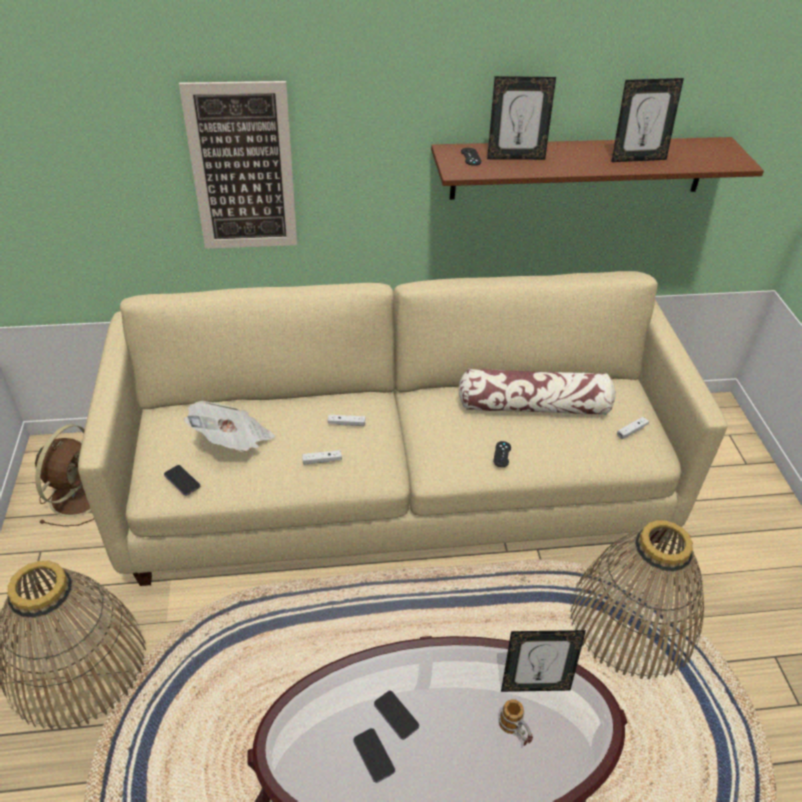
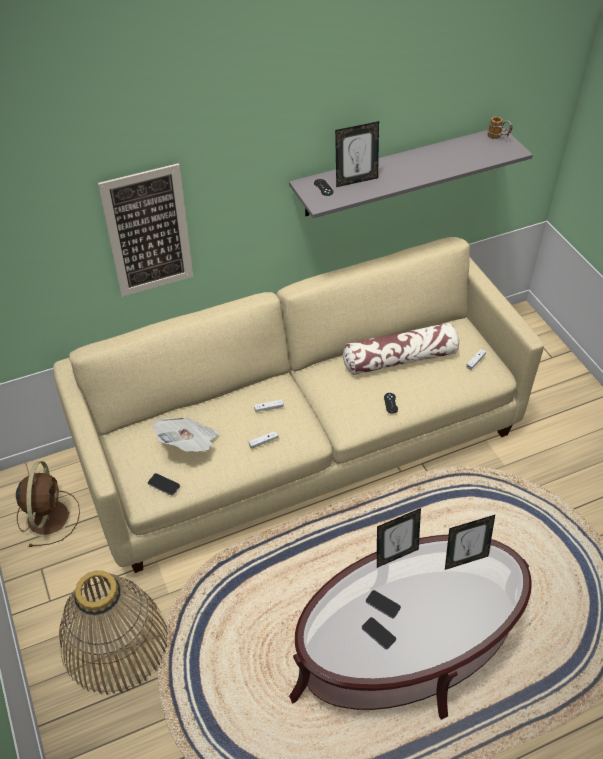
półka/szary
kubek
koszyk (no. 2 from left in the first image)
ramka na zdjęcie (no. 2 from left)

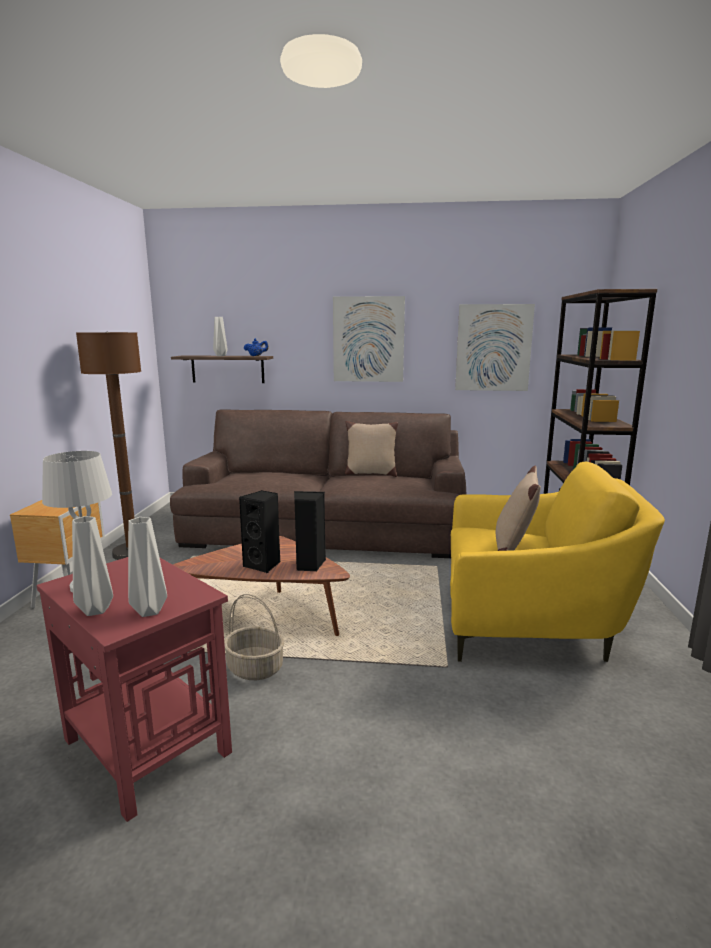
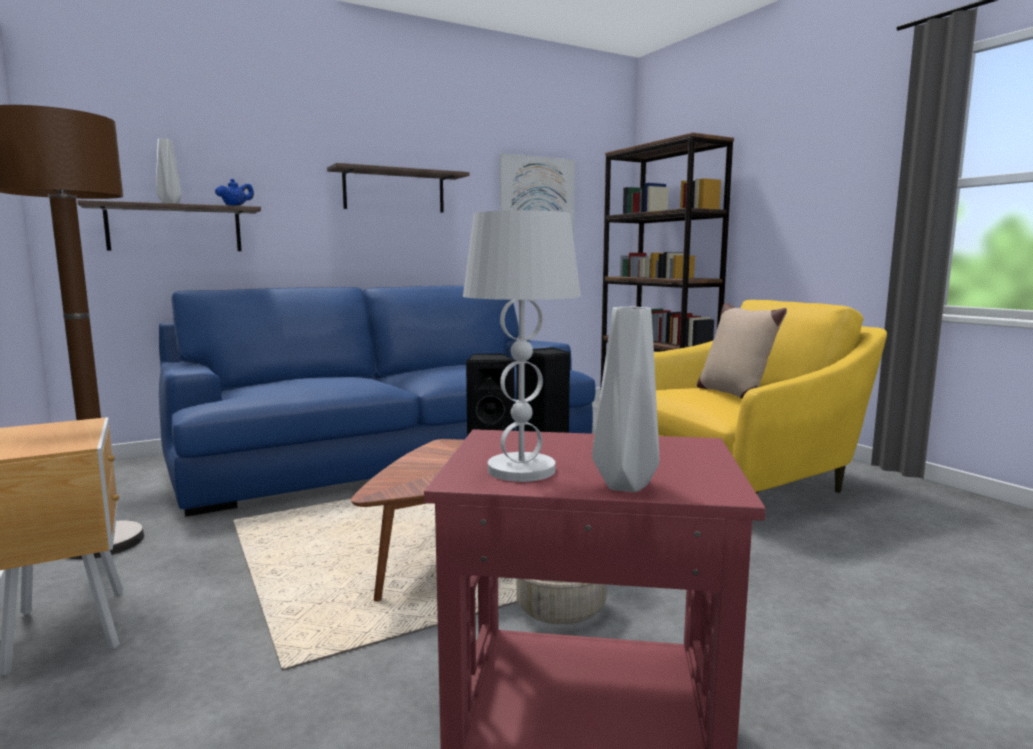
wazon/szary (no. 2 from left in the first image)
kanapa/niebieski
półka (no. 2 from left)
poduszka/beżowy (no. 1 from left in the first image)

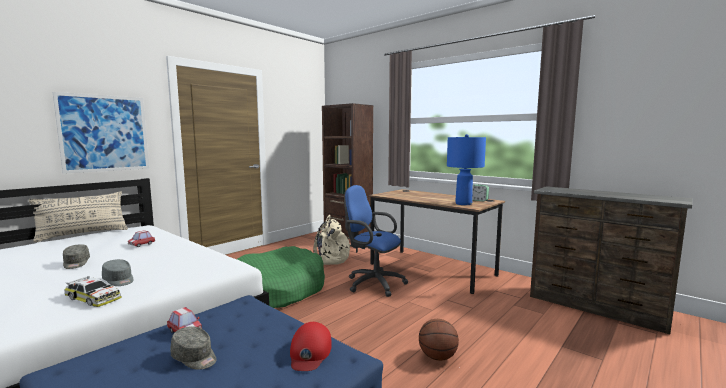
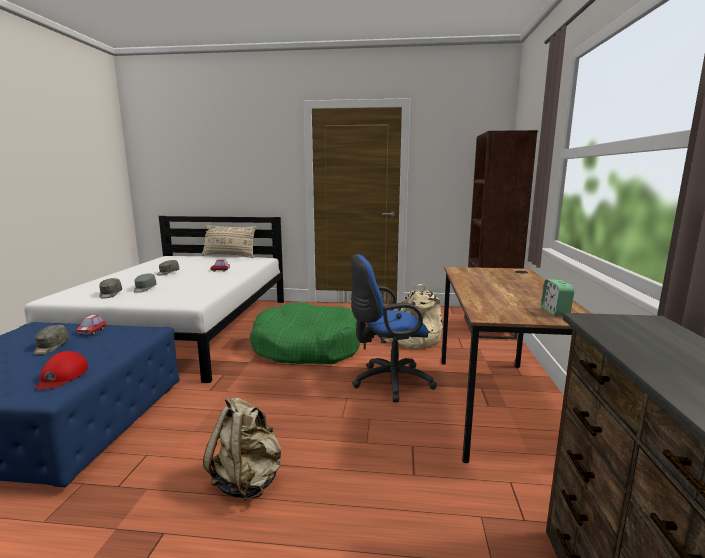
obraz
czapka z daszkiem/szary (no. 2 from left)
czapka z daszkiem/czerwony
krzesło biurowe/niebieski
plecak/beżowy (no. 1 from left)
lampa stołowa/niebieski

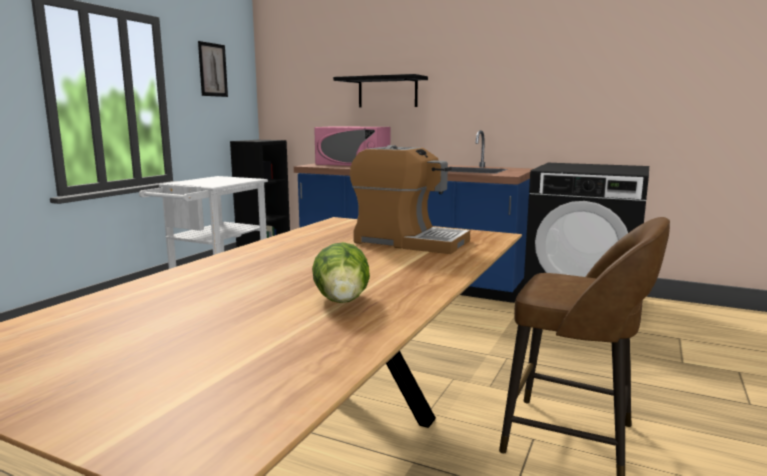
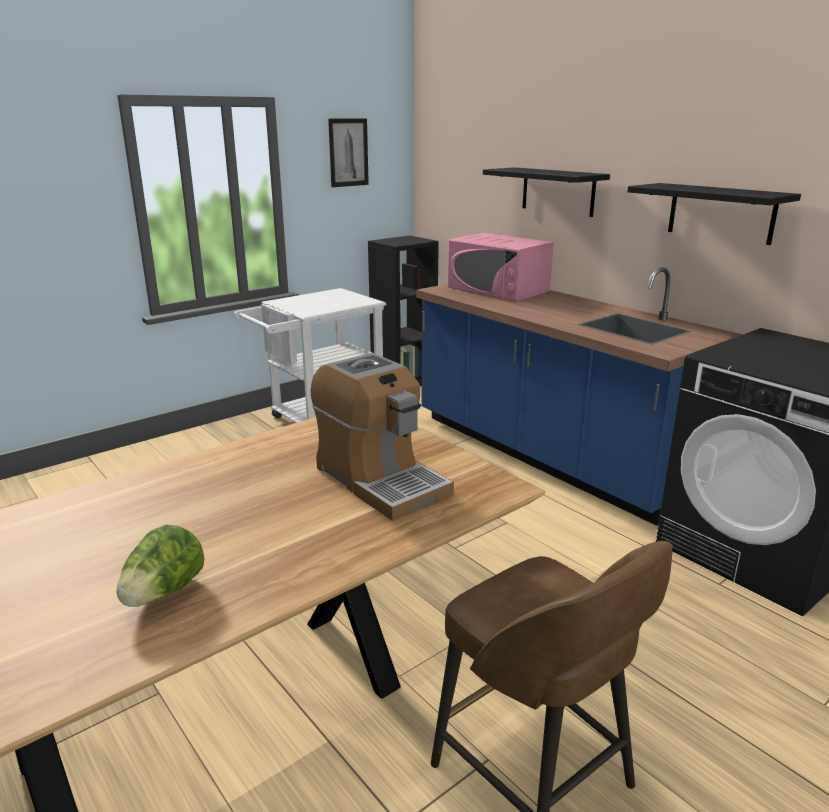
półka/czarny (no. 2 from left)

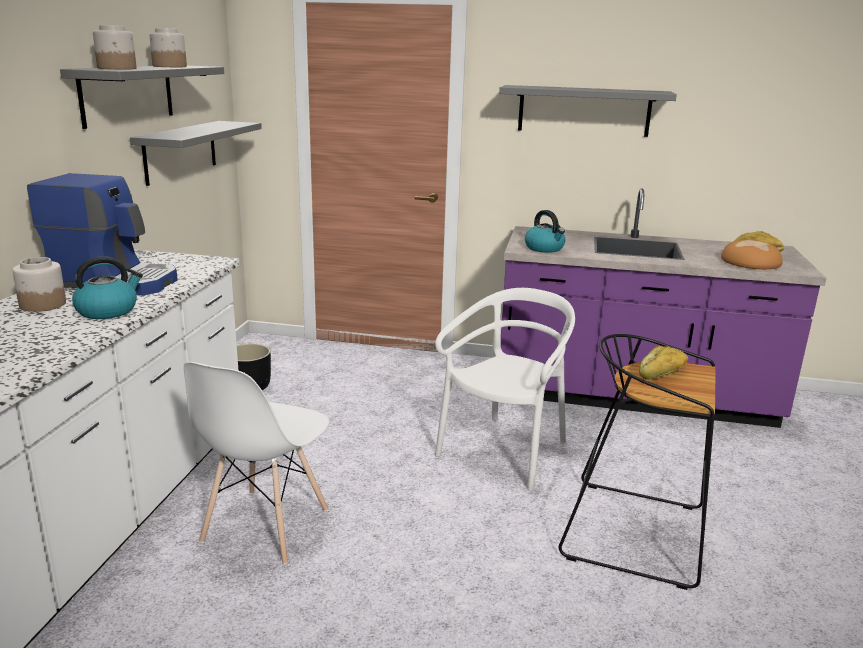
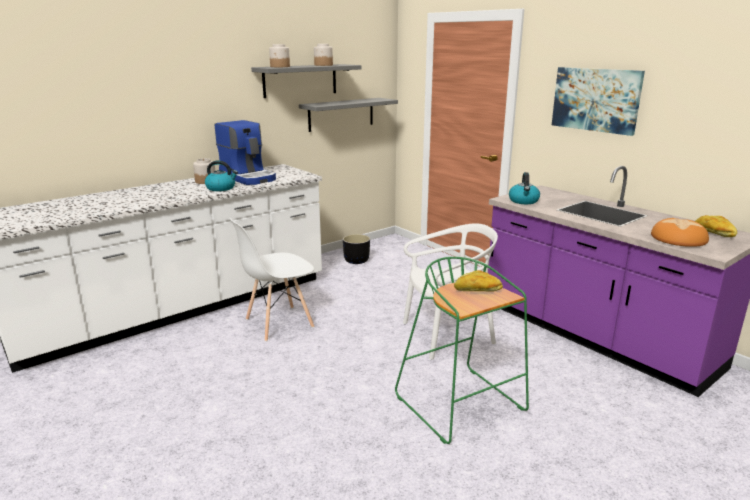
obraz
stołek/zielony

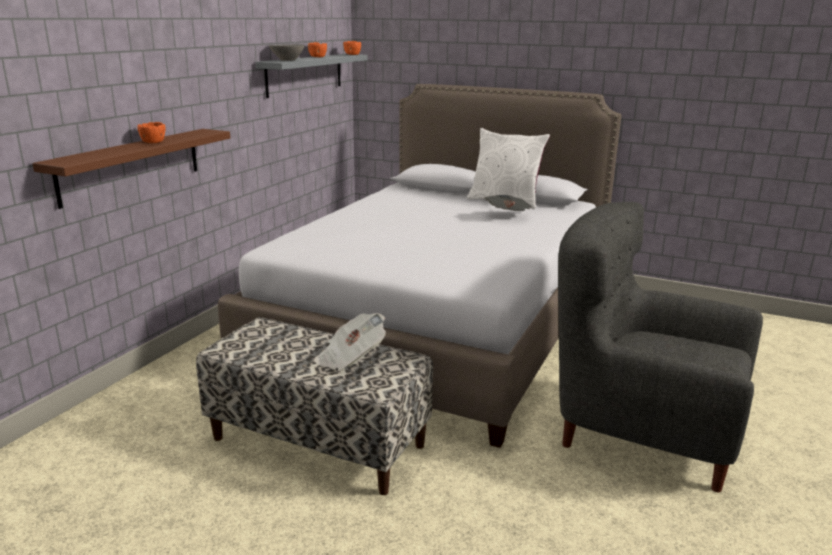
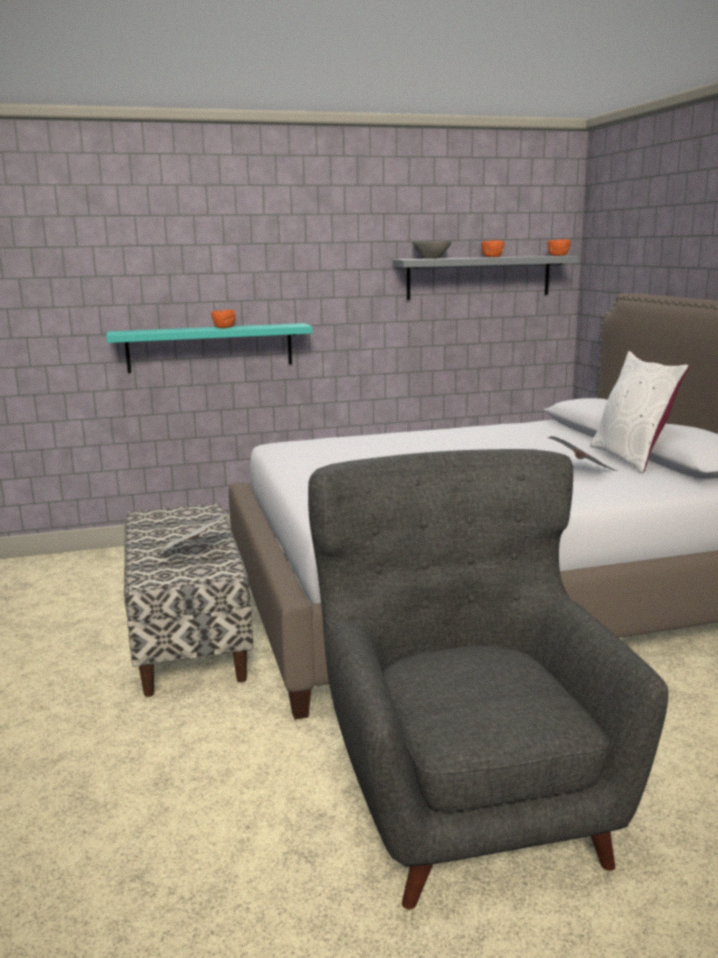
półka/turkusowy

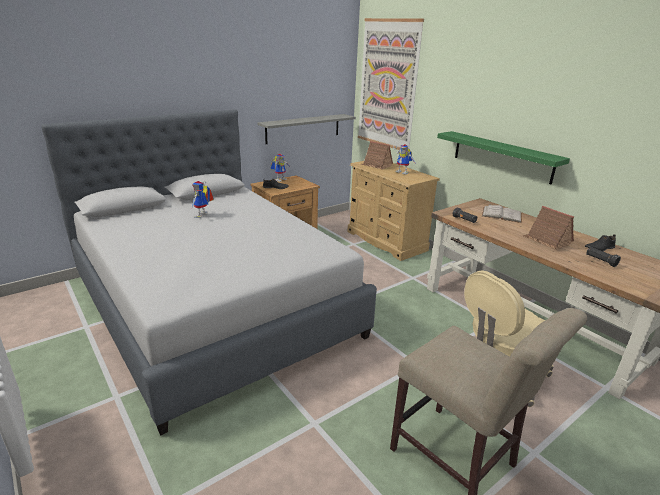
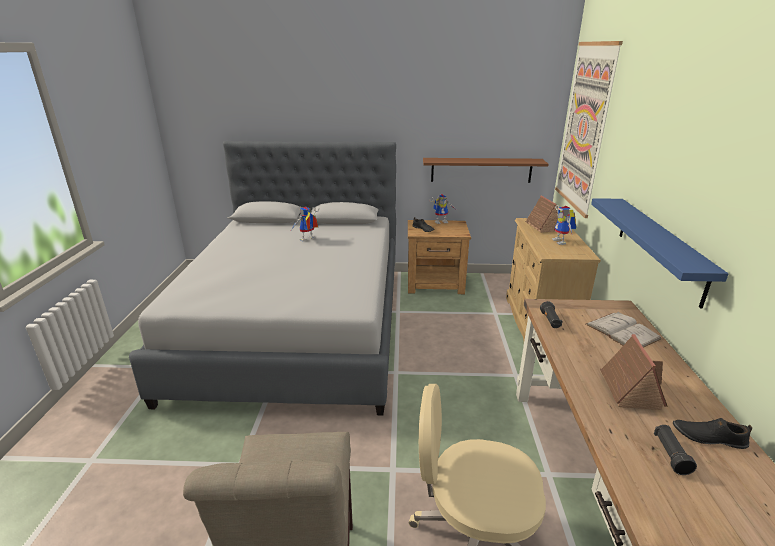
półka/brązowy
półka/niebieski

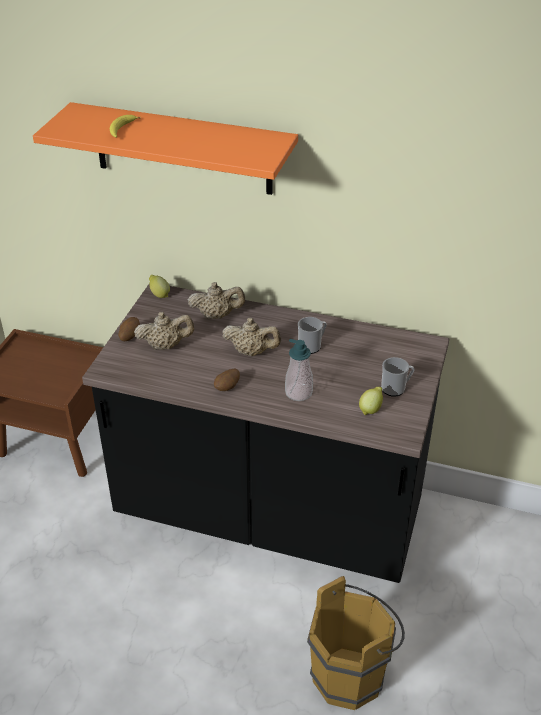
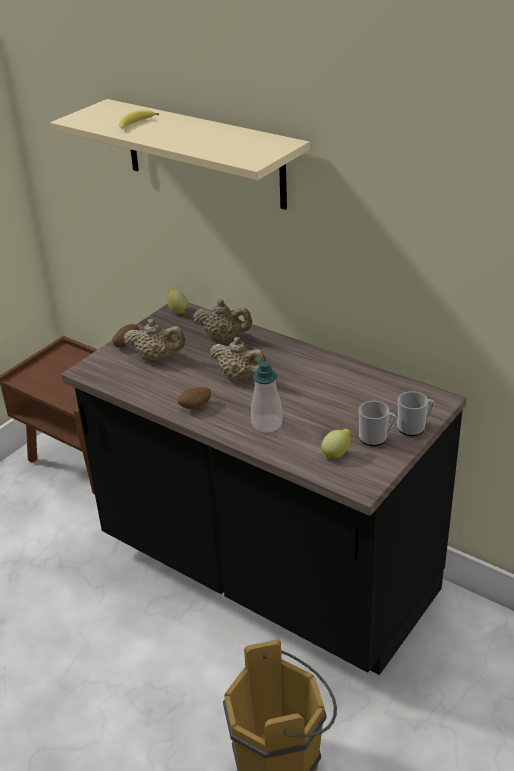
półka/beżowy
kubek (no. 2 from left)

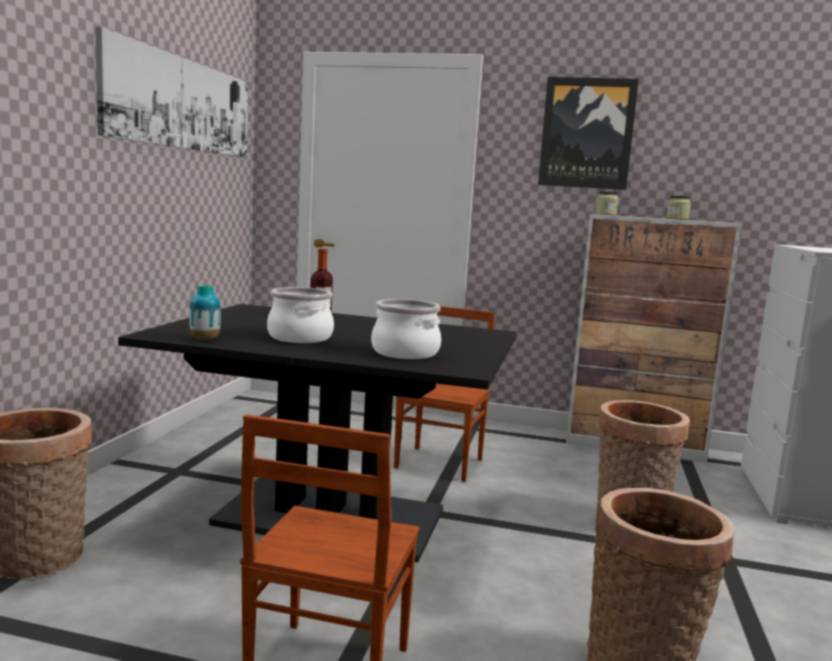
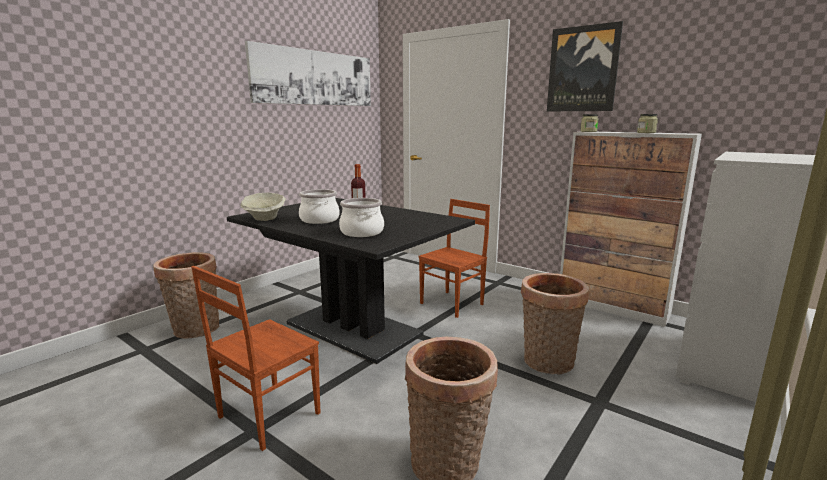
miska/beżowy

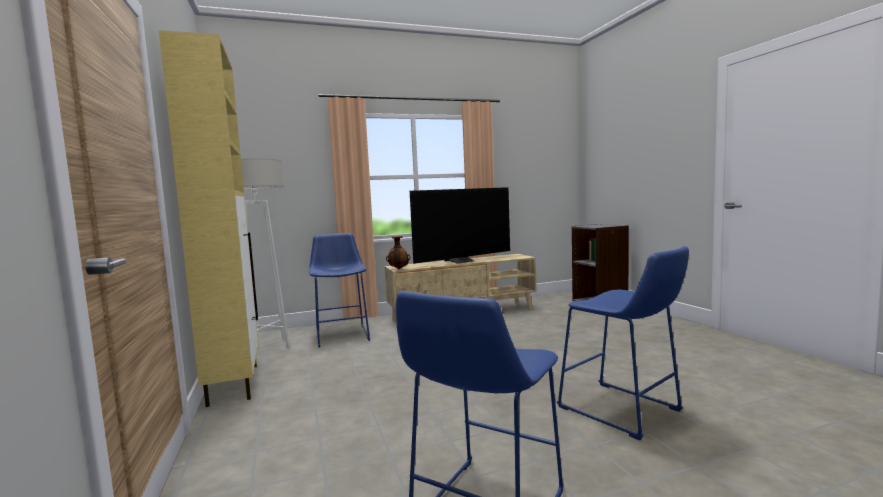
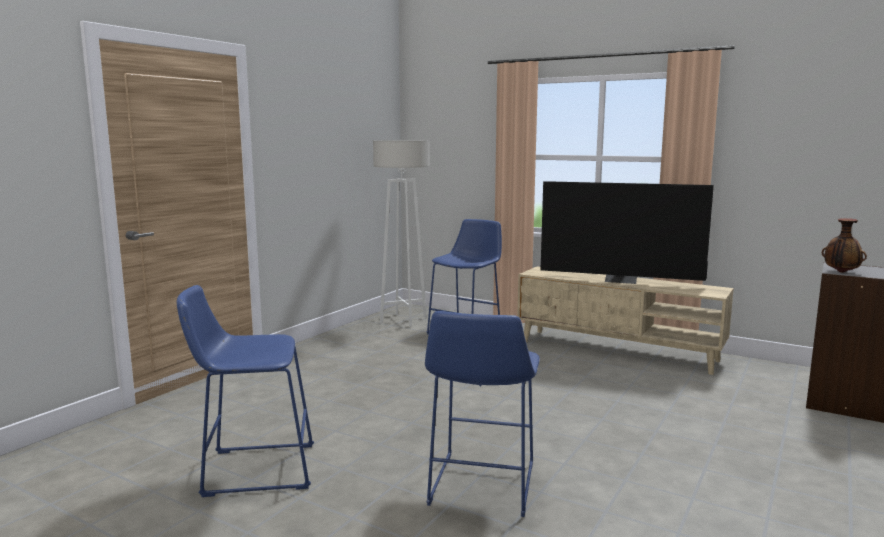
szafka/beżowy
wazon

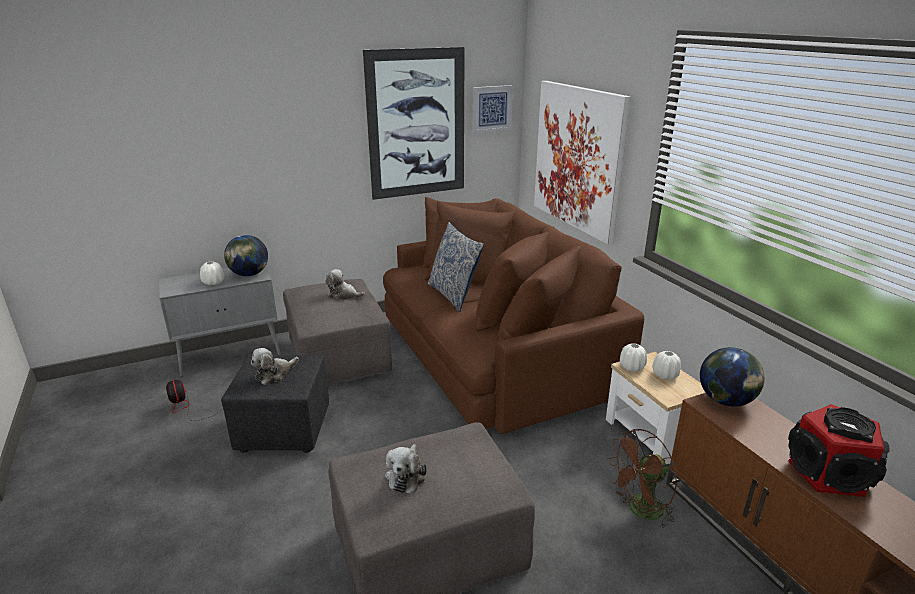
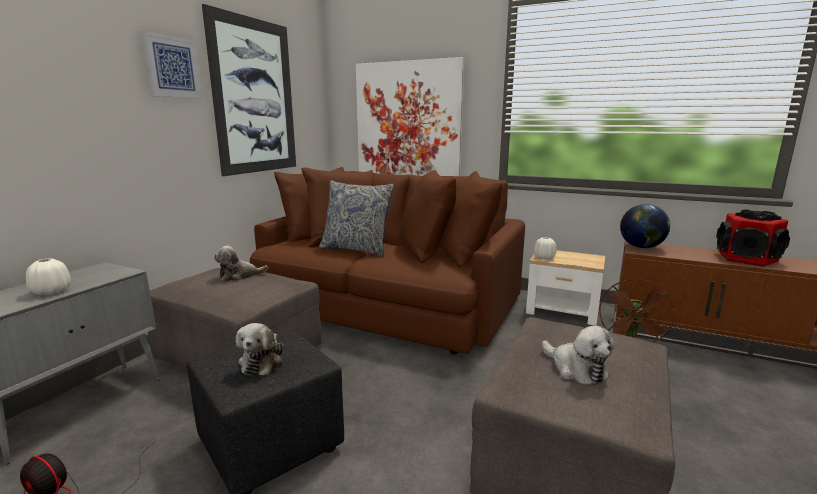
globus (no. 1 from left in the first image)
obraz (no. 1 from left)
wazon/biały (no. 3 from left in the first image)

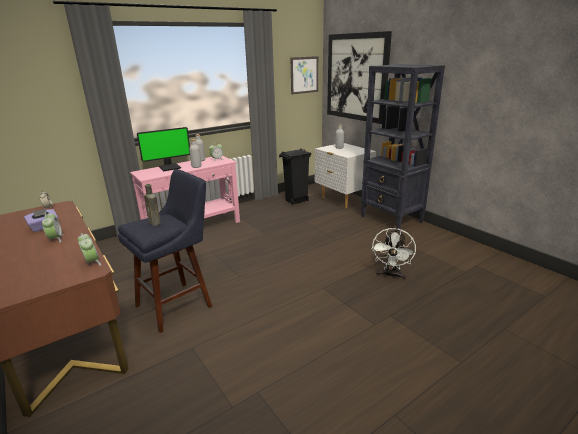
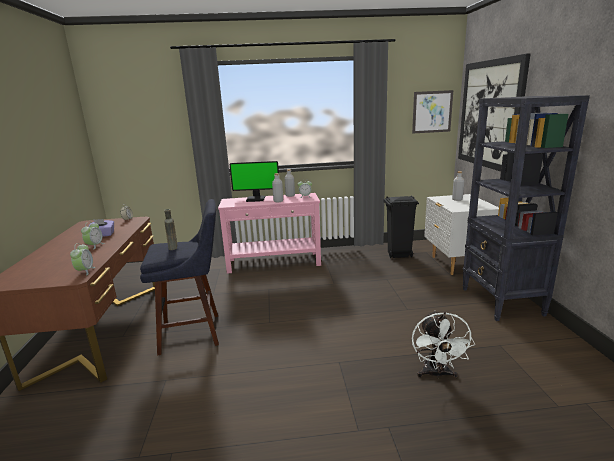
wentylator/biały

